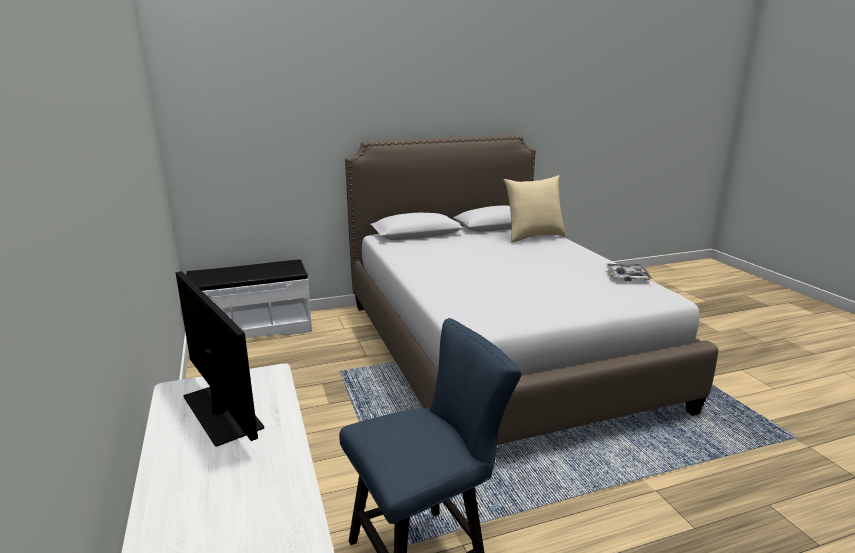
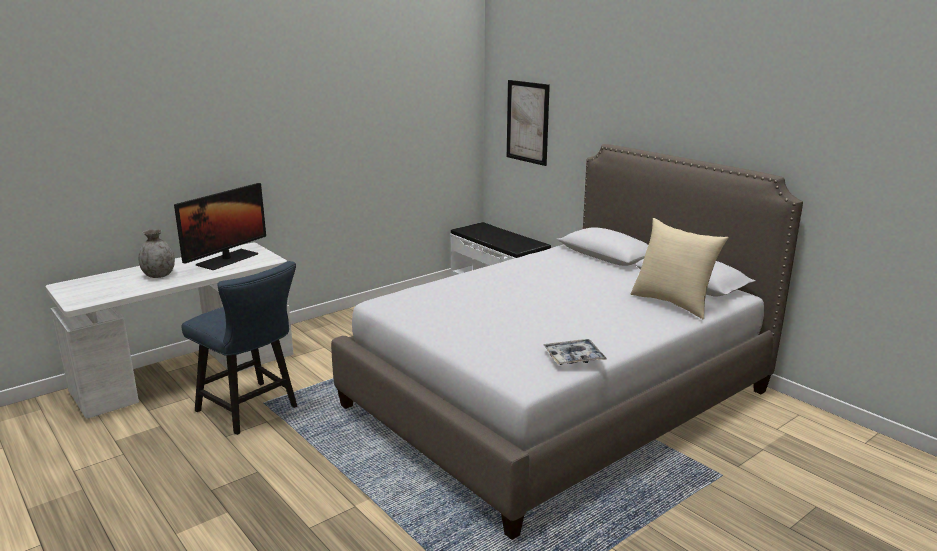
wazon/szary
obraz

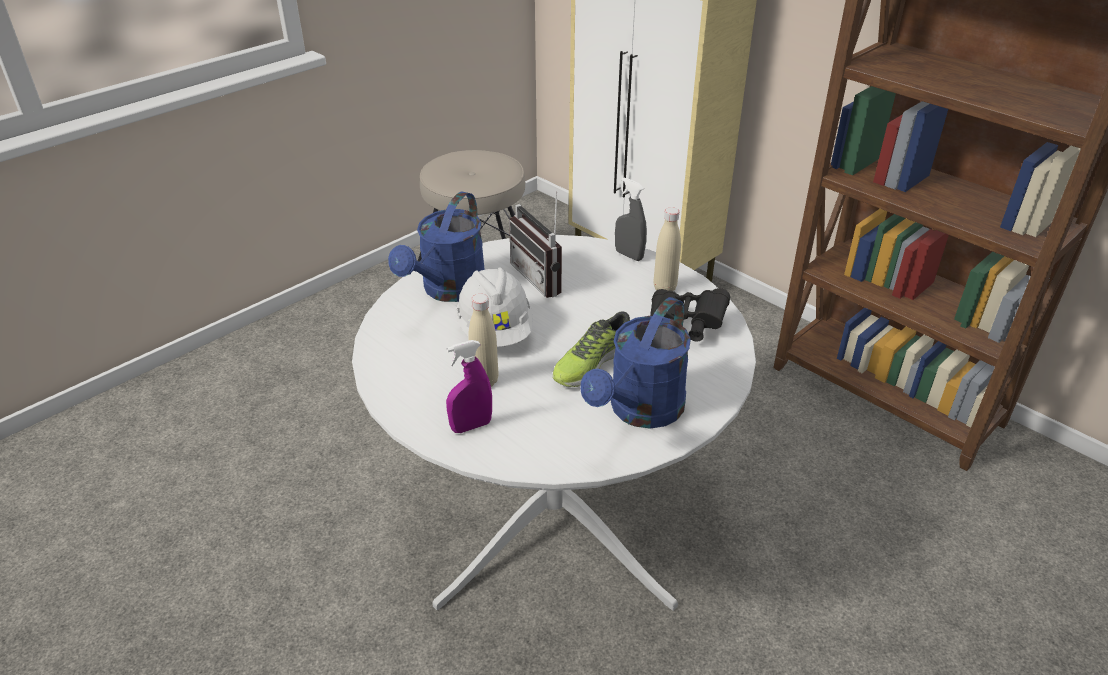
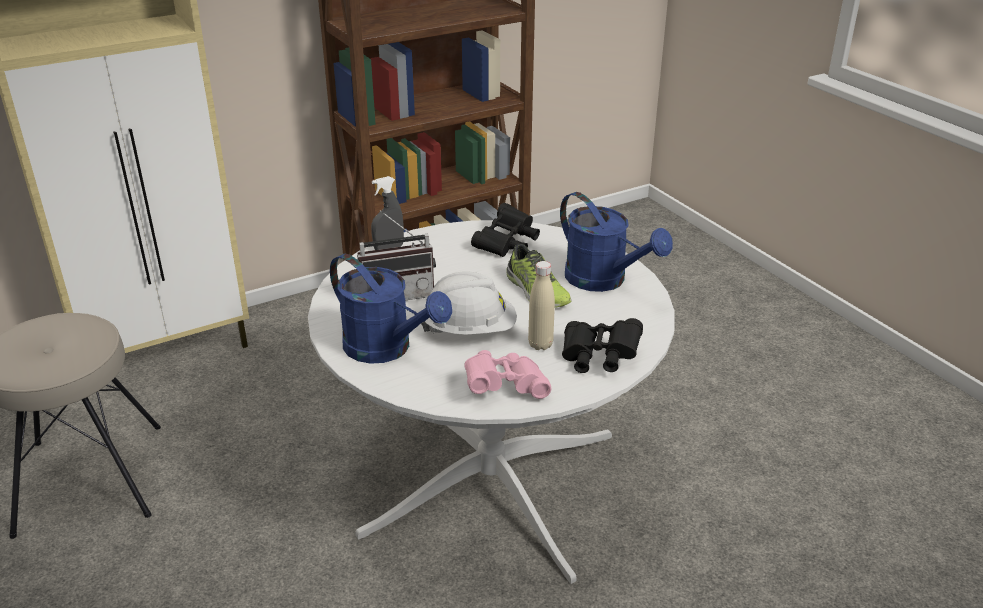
lornetka/czarny (no. 2 from left)
butelka/beżowy (no. 2 from left in the first image)
lornetka/różowy

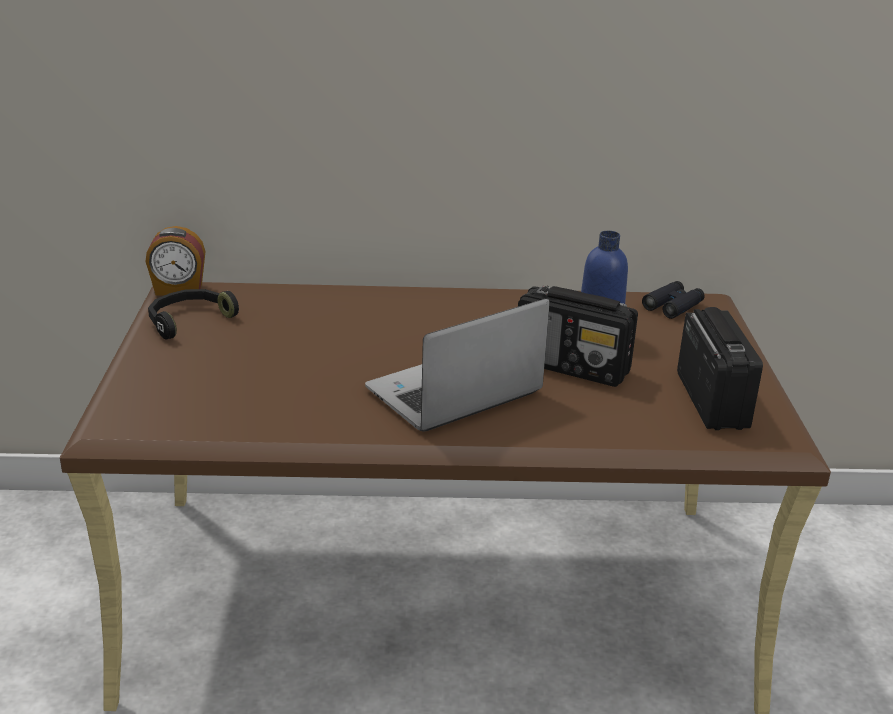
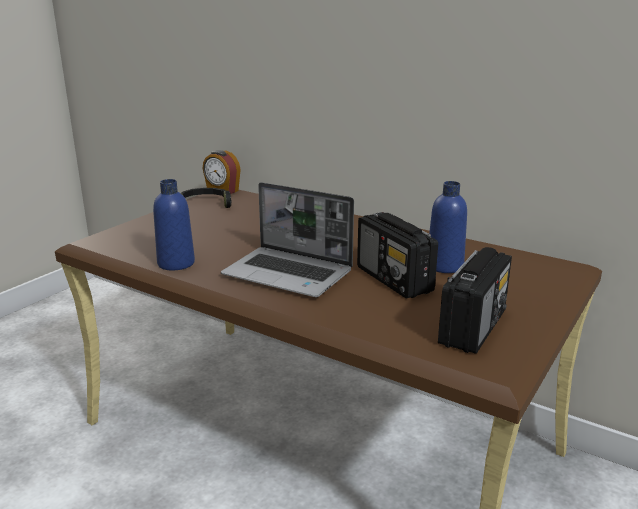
laptop
lornetka/czarny
butelka/niebieski (no. 1 from left)

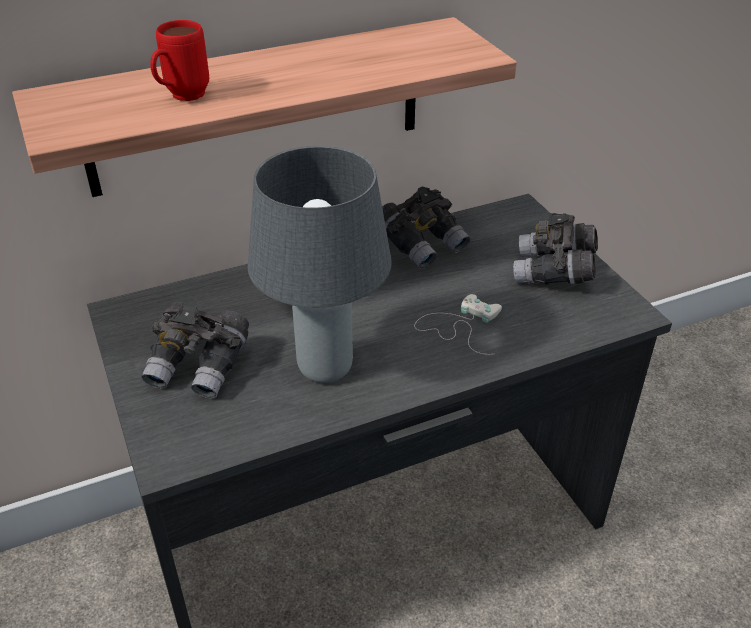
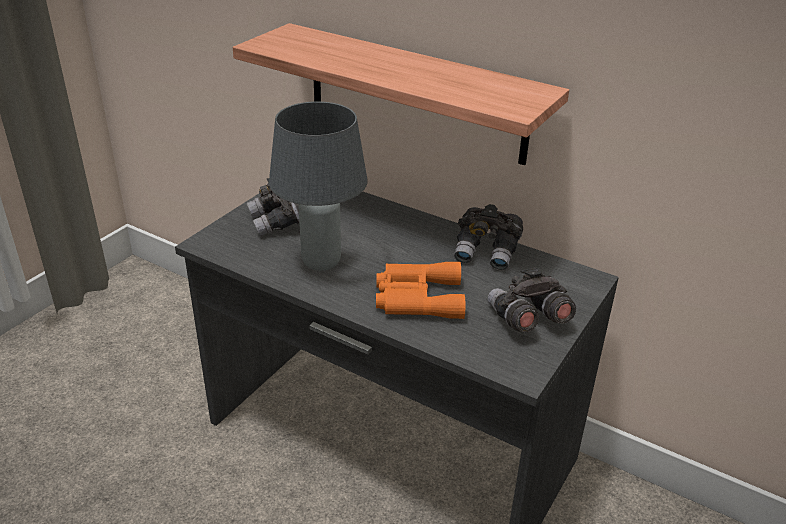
kubek/czerwony
lornetka/pomarańczowy

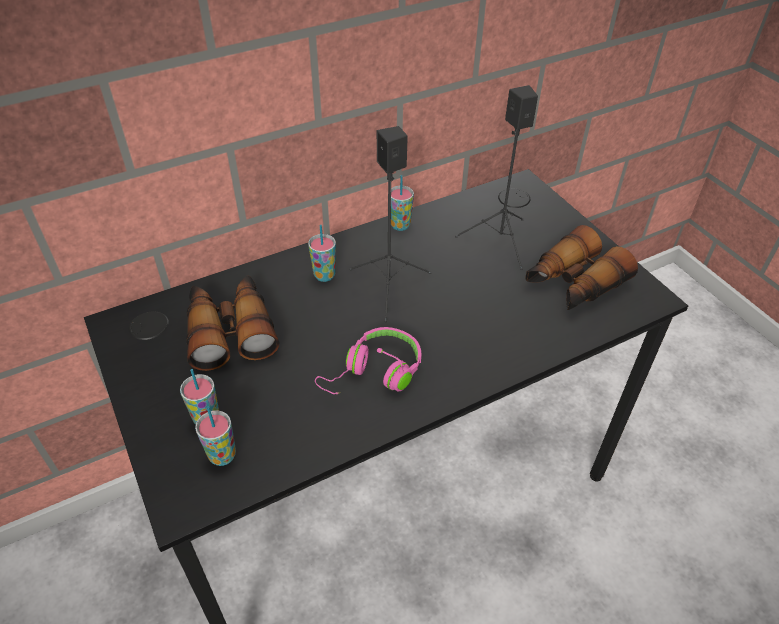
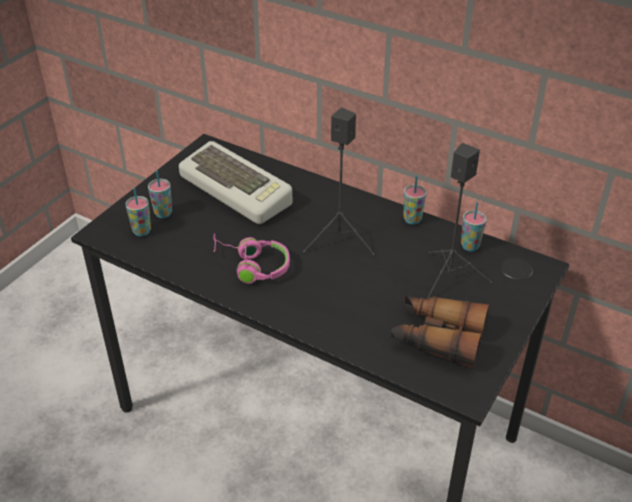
klawiatura
filiżanka (no. 4 from left)

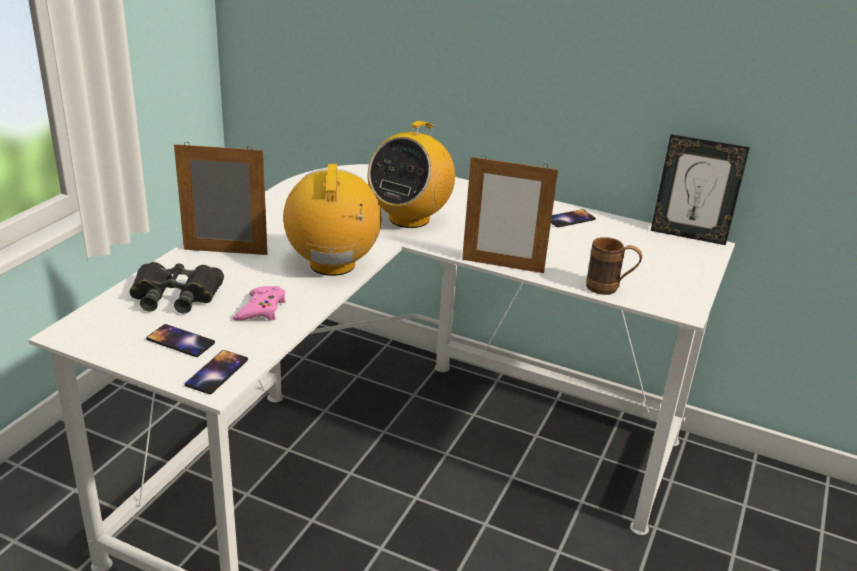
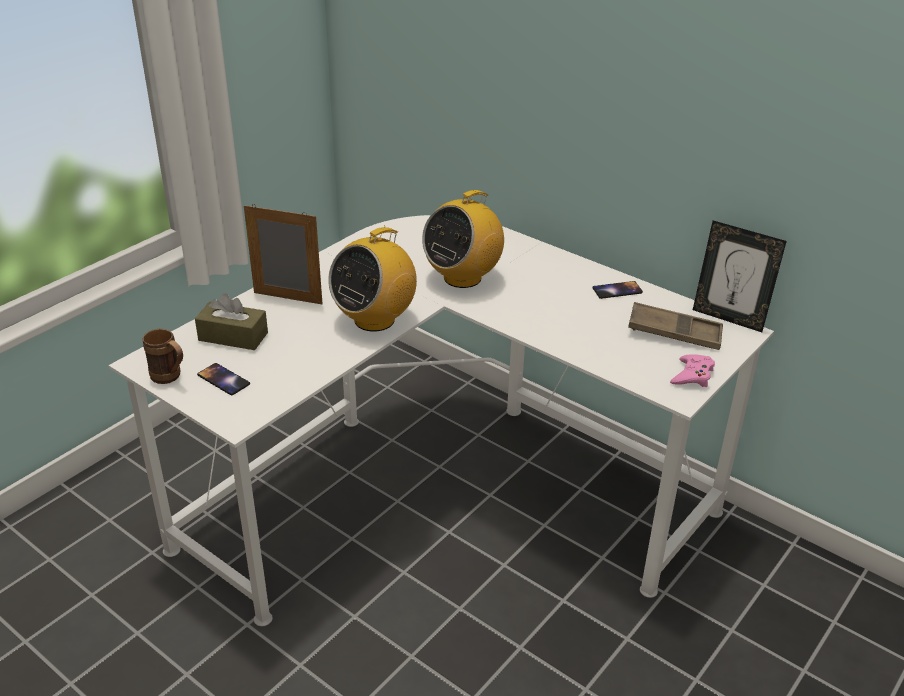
pudełko chusteczek/brązowy
telefon (no. 2 from left in the first image)
pad do gier/różowy
radio (no. 1 from left)
ramka na zdjęcie (no. 2 from left in the first image)
kubek/brązowy
taca/brązowy

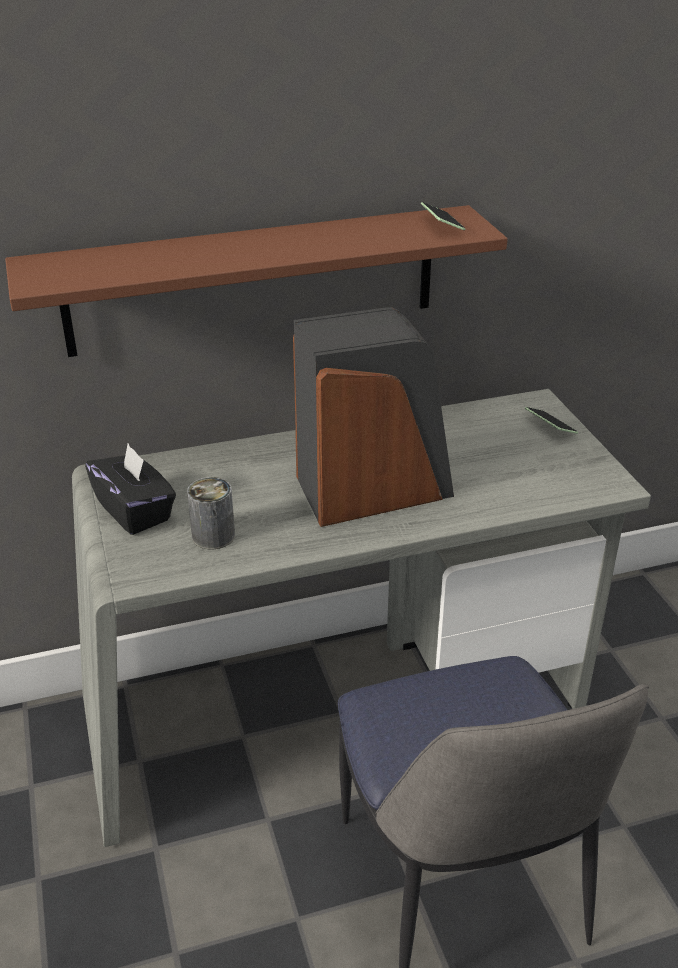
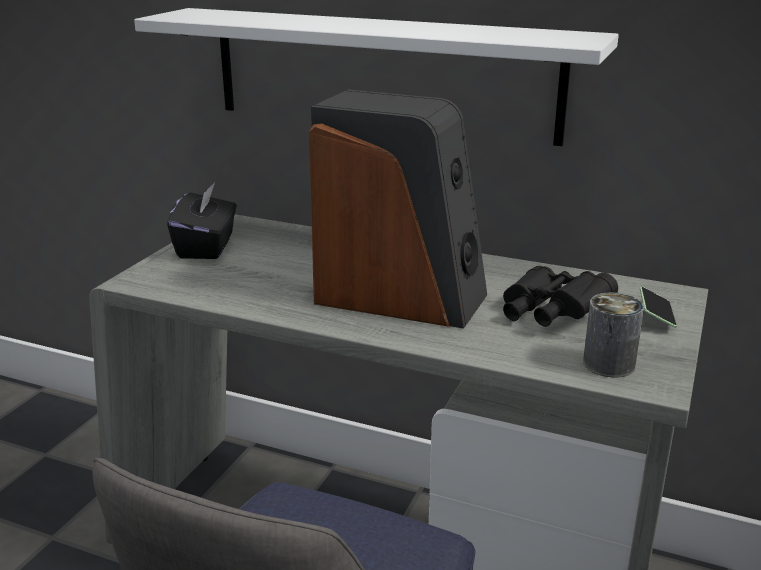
półka/biały
puszka
telefon (no. 1 from left in the first image)
lornetka/czarny

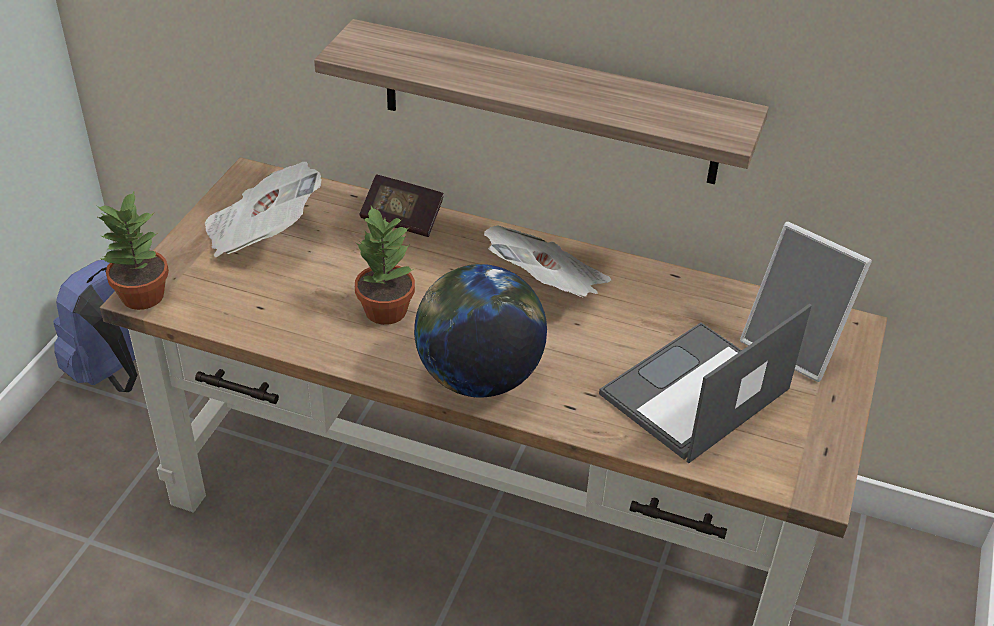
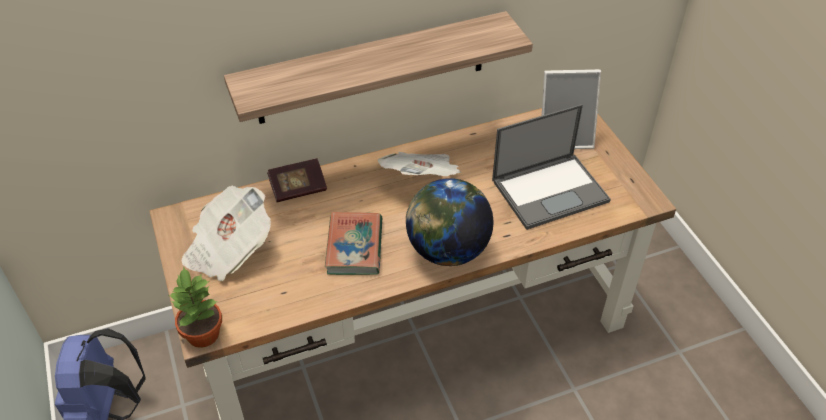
książka (no. 2 from left)
laptop

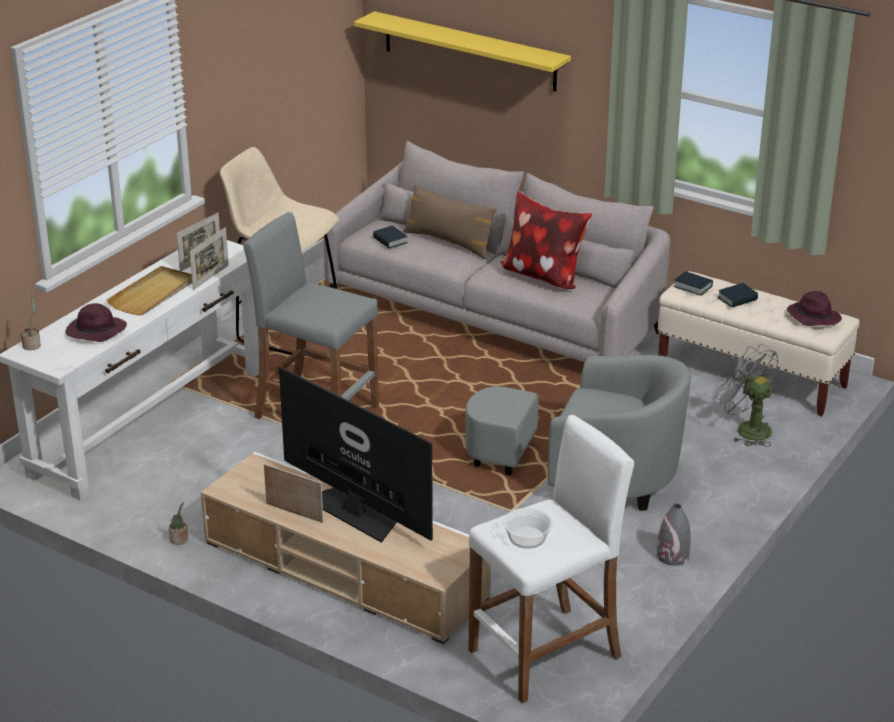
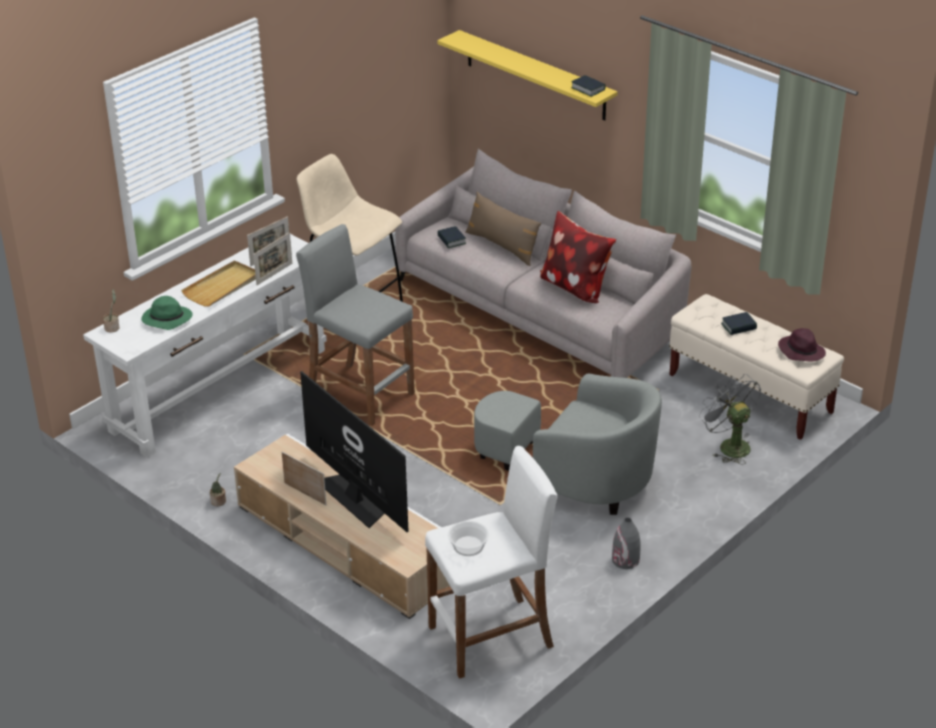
kapelusz/zielony
książka (no. 2 from left)

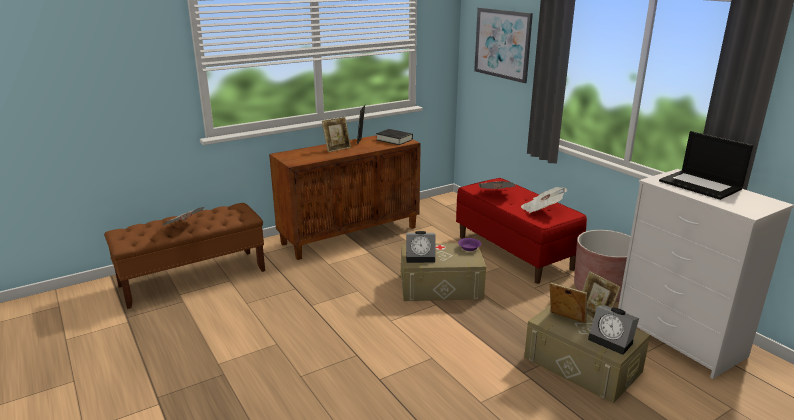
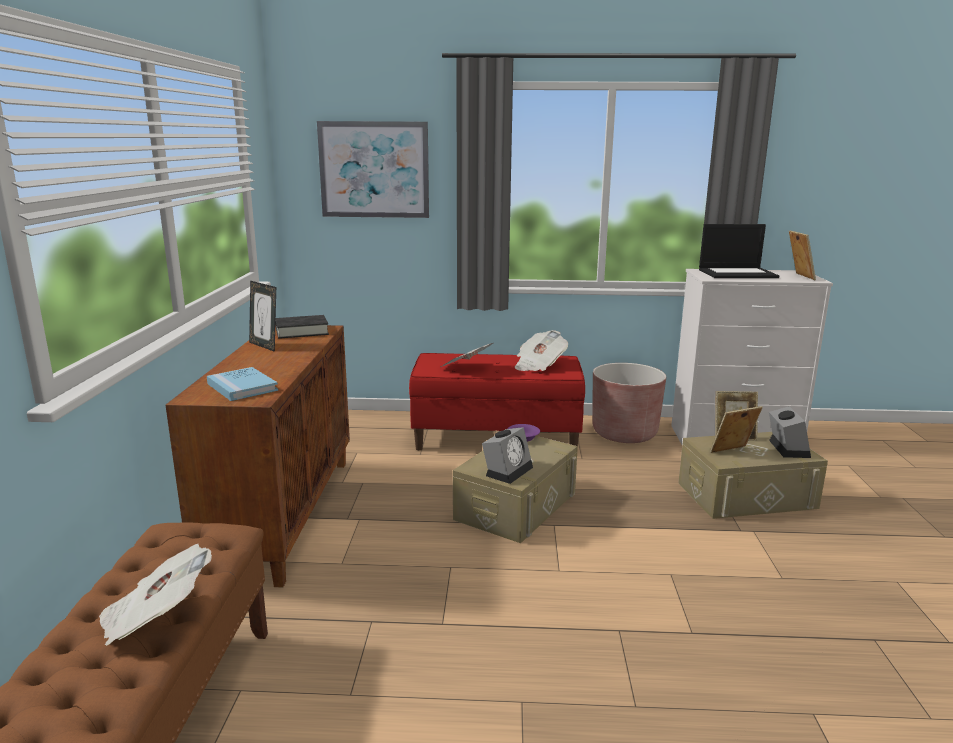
ramka na zdjęcie (no. 4 from left)
budzik (no. 2 from left)
książka/niebieski

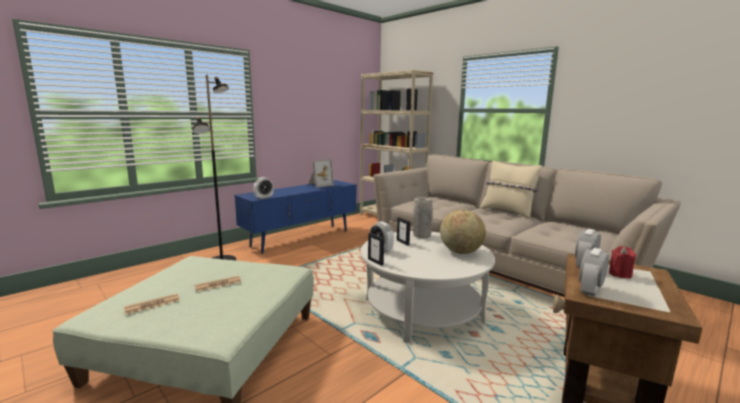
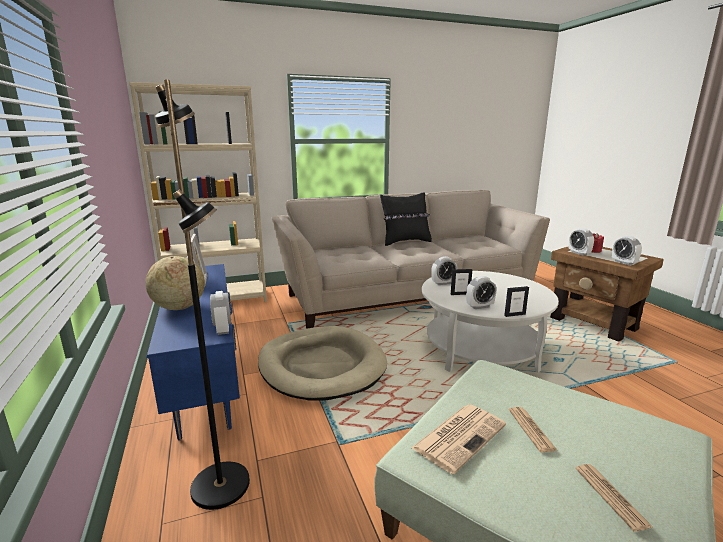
budzik (no. 2 from left)
globus
poduszka/czarny
legowisko/beżowy
gazeta (no. 1 from left)

